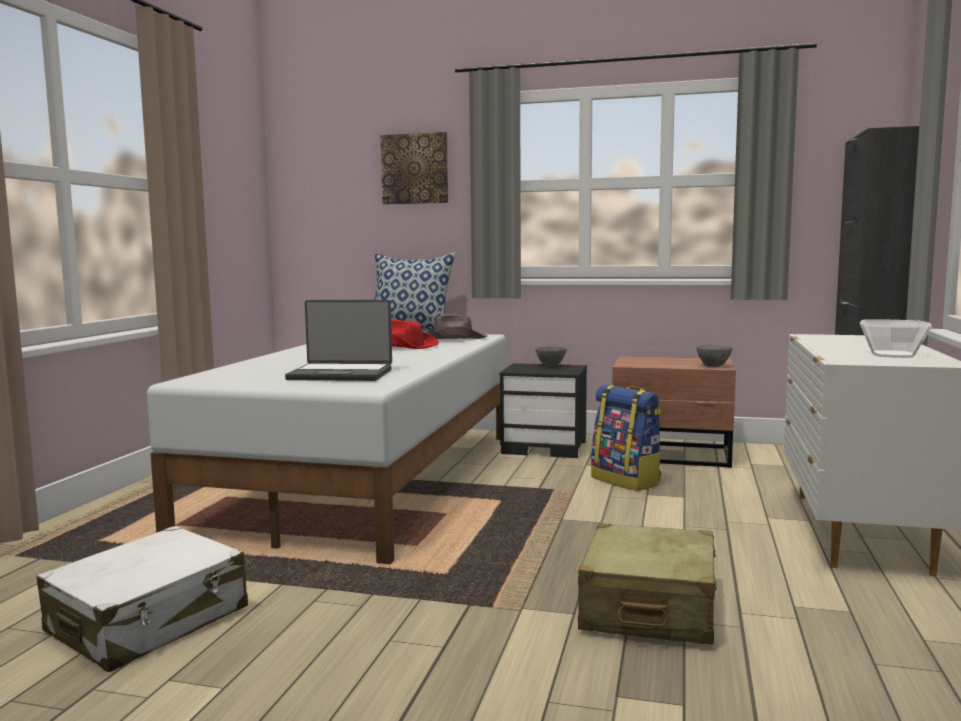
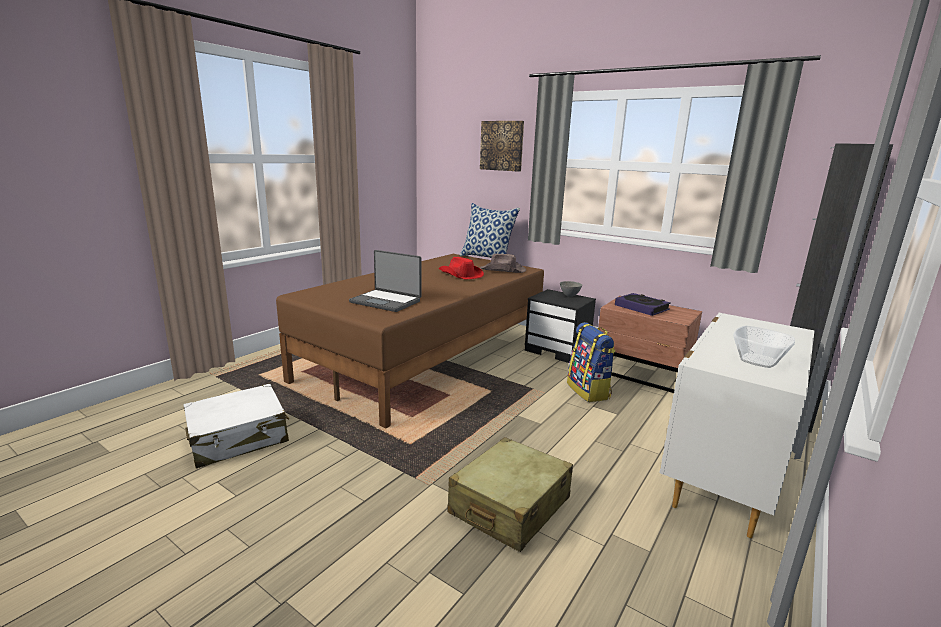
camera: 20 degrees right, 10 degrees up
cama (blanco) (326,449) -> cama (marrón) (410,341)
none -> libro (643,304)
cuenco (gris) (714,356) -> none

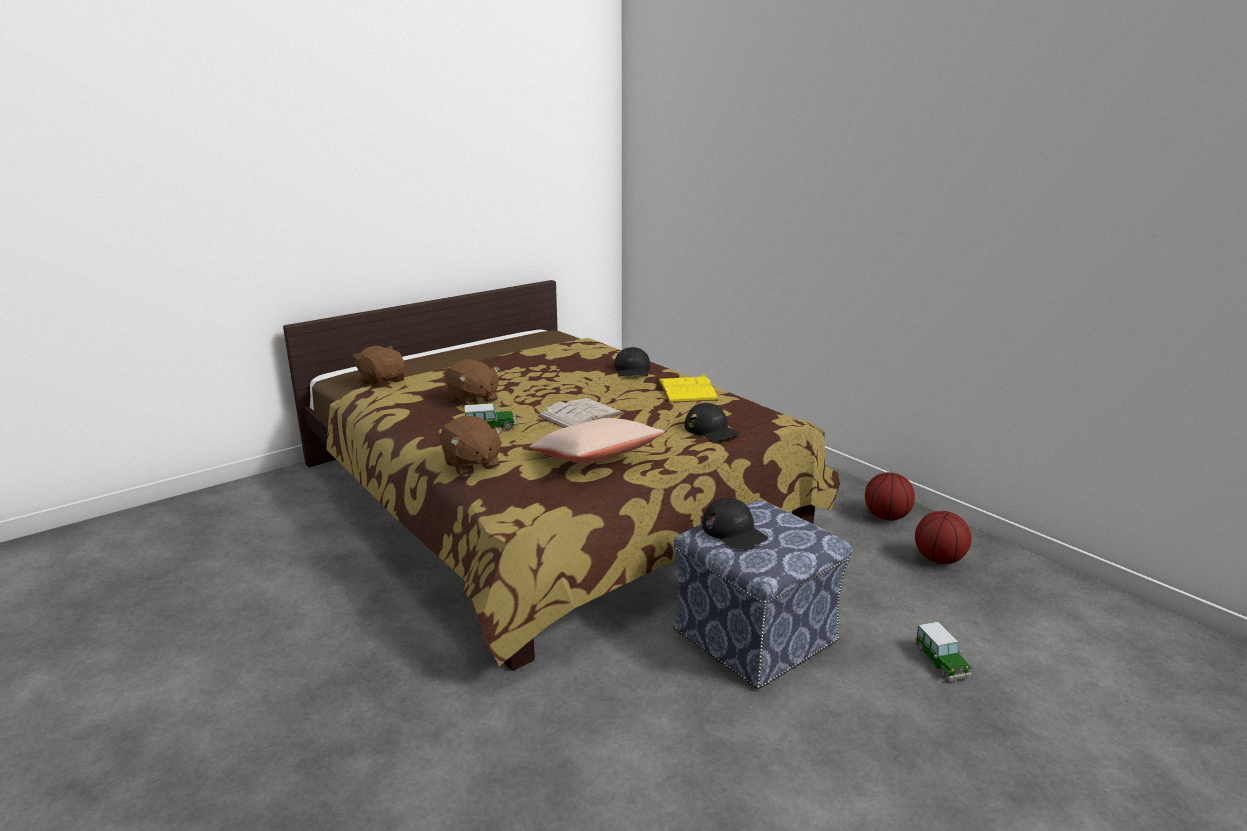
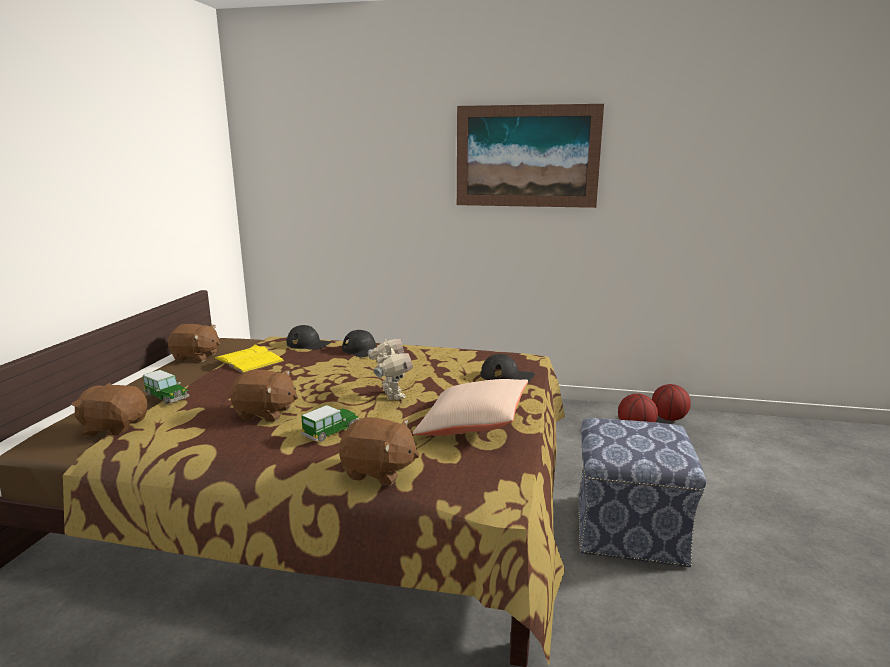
camera: 40 degrees left, 5 degrees down
coche de juguete (943,651) -> coche de juguete (166,387), move
none -> peluche (marrón) (194,343)
libro (amarillo) (688,388) -> libro (amarillo) (249,358), move
gorra (negro) (735,523) -> gorra (negro) (309,337), move
libro (blanco) (580,413) -> robot de juguete (390,369)
none -> cuadro (530,156)
balón de baloncesto (890,496) -> balón de baloncesto (671,402), move

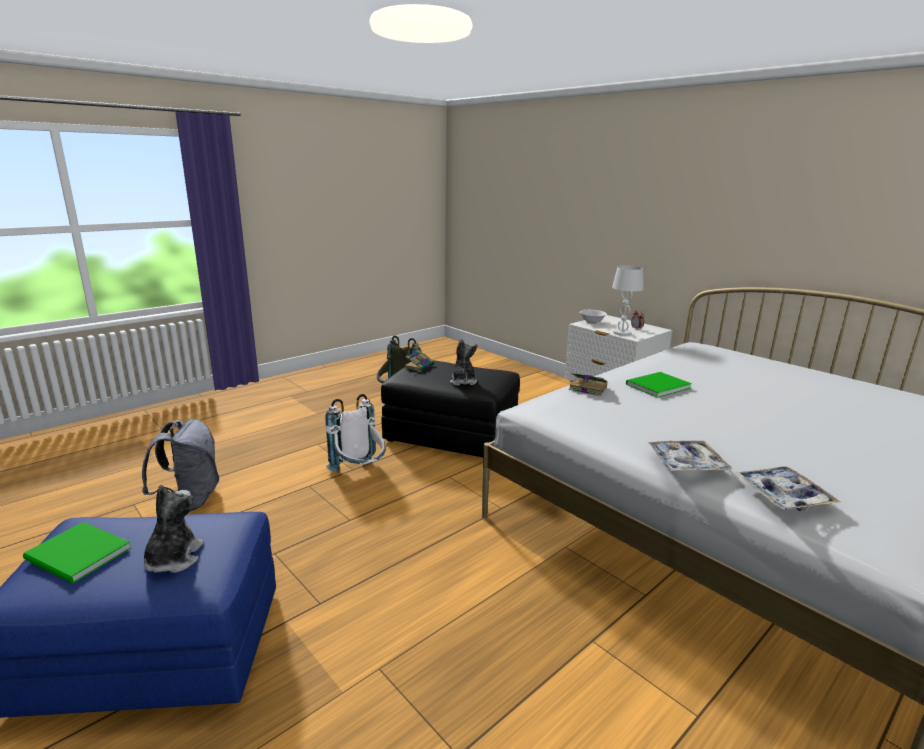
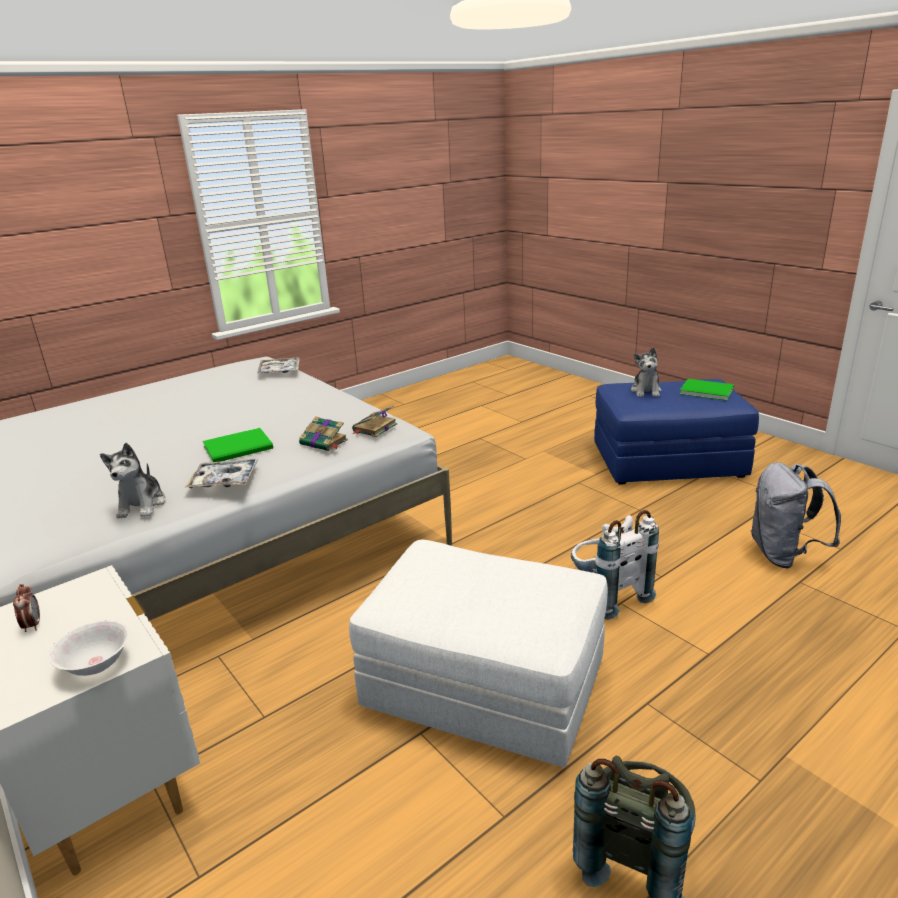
camera: 175 degrees left, 5 degrees up
peluche (464,362) -> peluche (132,480), move
bandeja (690,456) -> bandeja (221,473), move
puf (negro) (450,408) -> puf (blanco) (478,654)
libro (419,361) -> libro (374,421), move
lámpara de mesa (blanco) (627,301) -> none

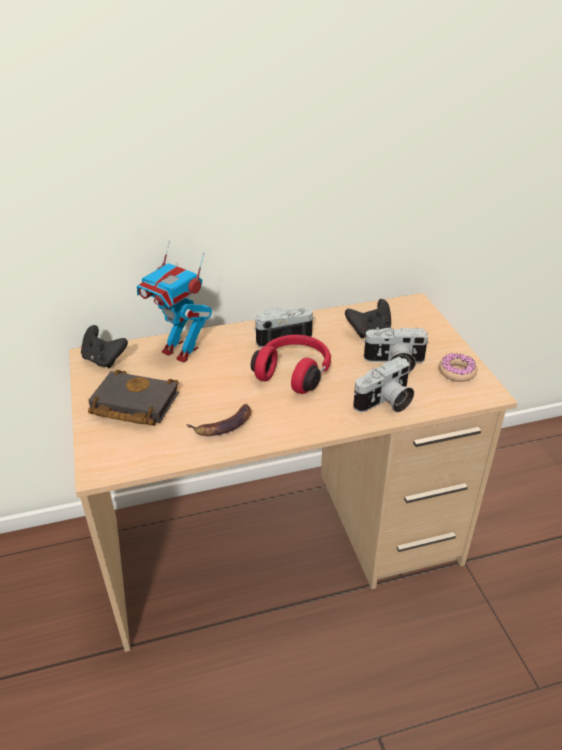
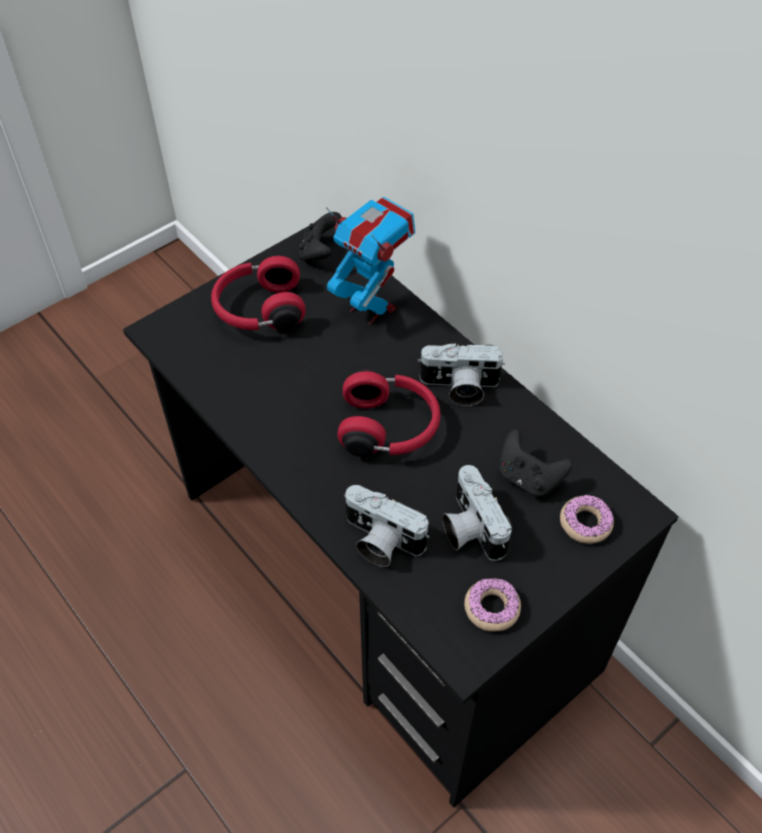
camera: 65 degrees right, 15 degrees up
escritorio (beis) (293,472) -> escritorio (negro) (401,515)
libro (negro) (133,398) -> auriculares (rojo) (258,293)
robot de juguete (174,302) -> robot de juguete (370,261), 120 degrees clockwise
cámara (284,327) -> cámara (461,374), 135 degrees clockwise
none -> rosquilla (587,519)
plátano (219,420) -> none

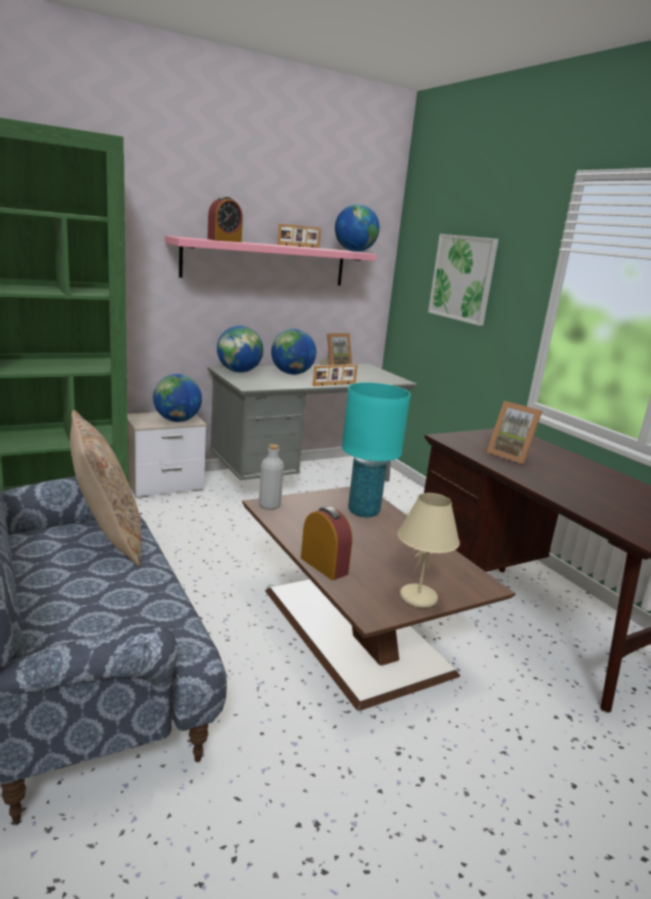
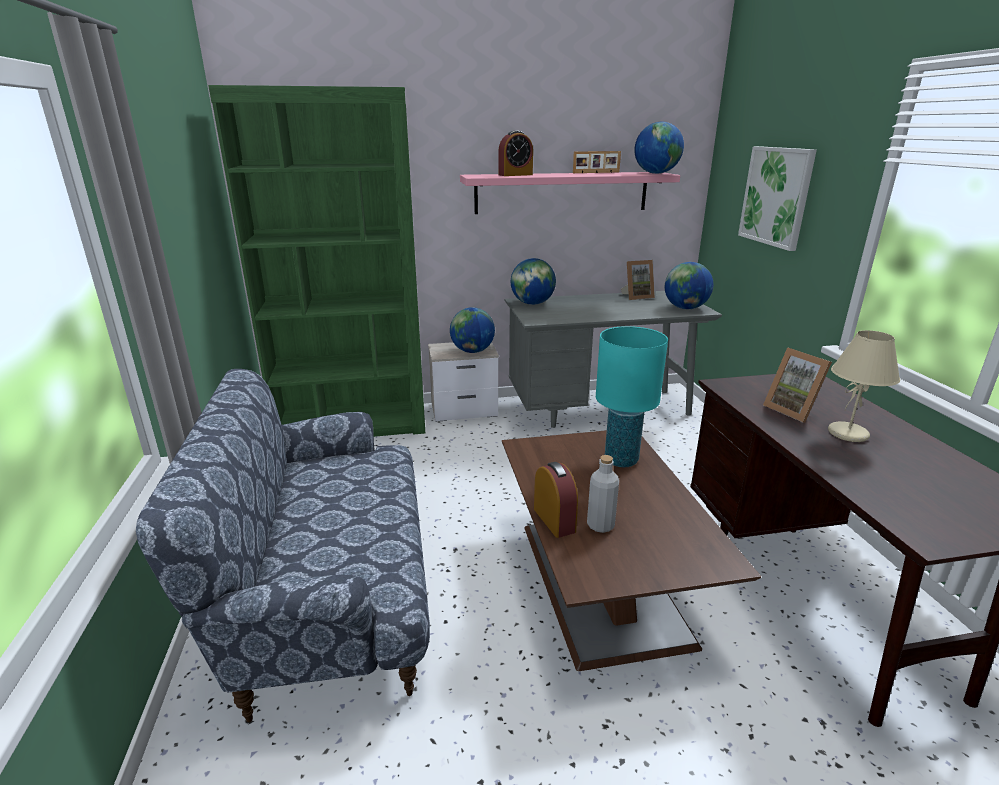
camera: 20 degrees right, 5 degrees up
botella (gris) (271,477) -> botella (gris) (603,494), move
globo terráqueo (293,352) -> globo terráqueo (689,285), move
lámpara de mesa (beis) (428,550) -> lámpara de mesa (beis) (864,386), move
cojín (beis) (105,488) -> none
portarretratos (335,375) -> none

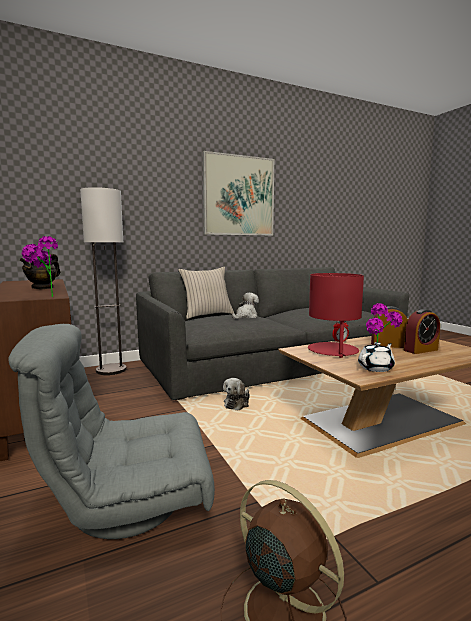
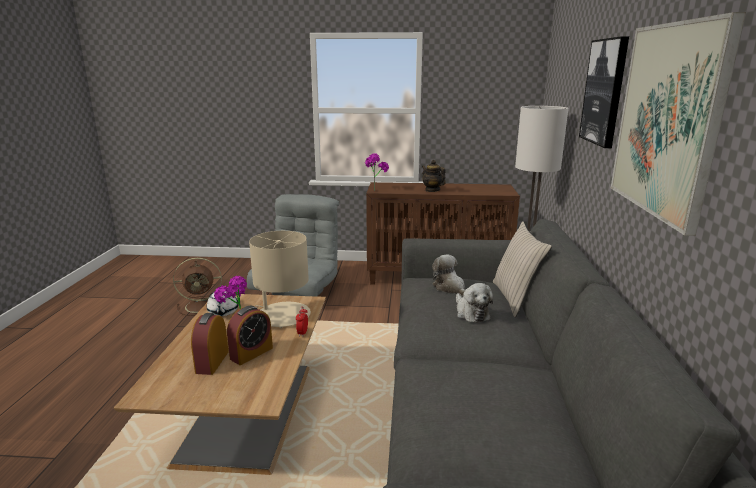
camera: 120 degrees right, 10 degrees up
lámpara de mesa (rojo) (336,315) -> lámpara de mesa (beis) (280,280)
peluche (236,394) -> peluche (448,275), move
none -> cuadro (604,92)

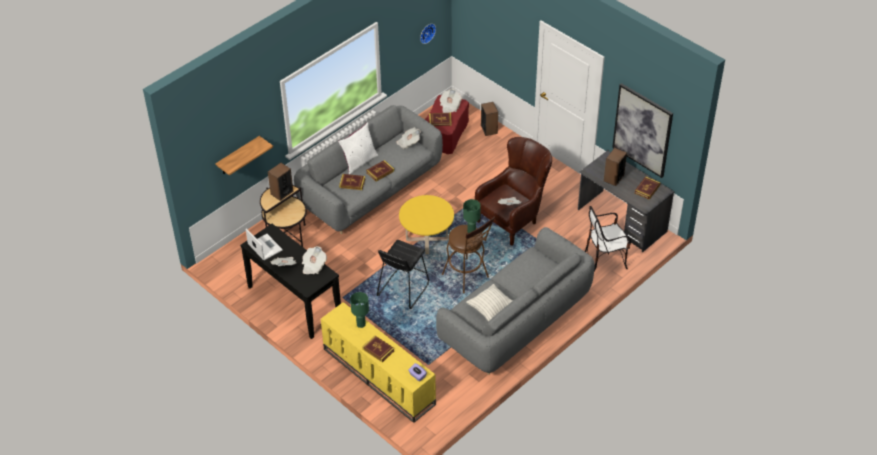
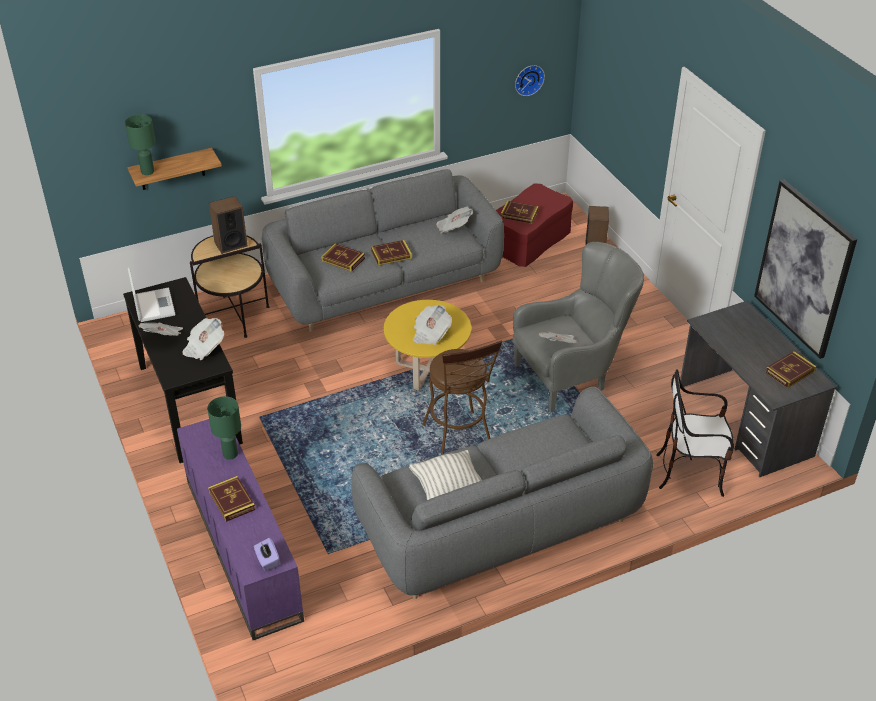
camera: 20 degrees right, 5 degrees down
lámpara de mesa (verde) (472,216) -> lámpara de mesa (verde) (140,144), move
mueble de televisión (amarillo) (378,362) -> mueble de televisión (morado) (240,529)
periódico (451,101) -> periódico (432,325), move
sillón (marrón) (513,191) -> sillón (gris) (578,327)
cojín (blanco) (358,148) -> none
taburete (negro) (403,274) -> none
altavoz (615,167) -> none

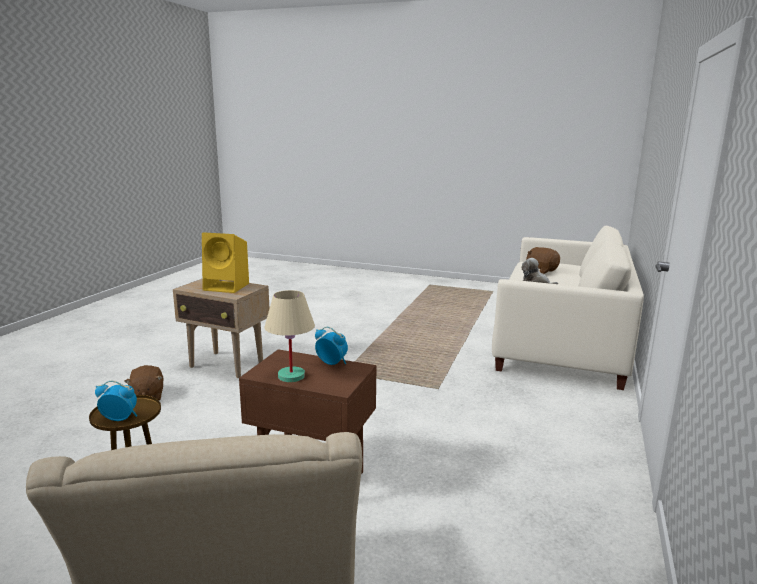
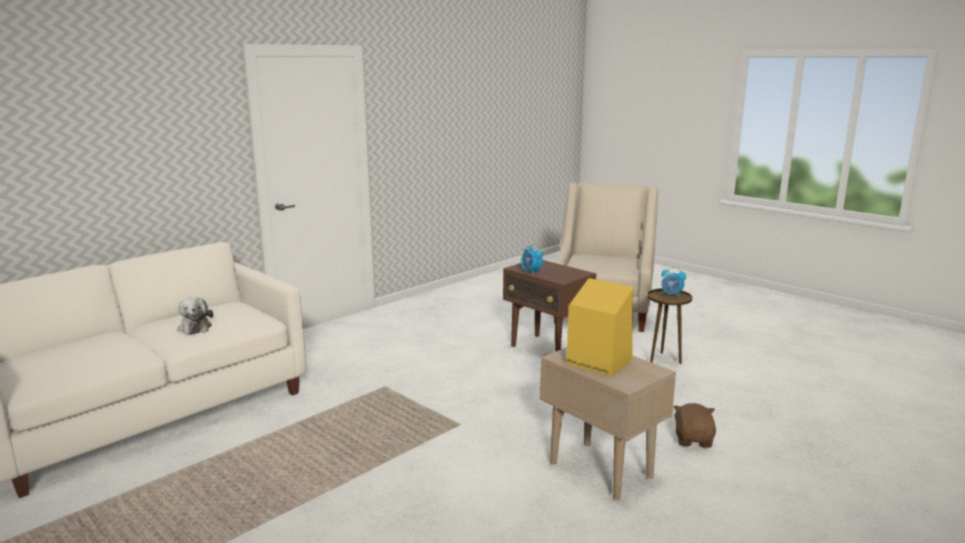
camera: 155 degrees left, 0 degrees up
lámpara de mesa (beis) (289,336) -> none
peluche (marrón) (543,260) -> none

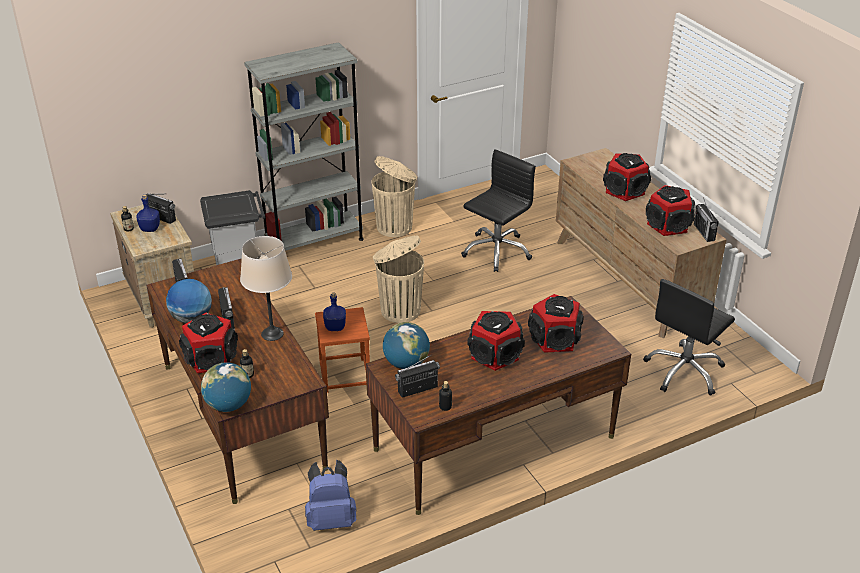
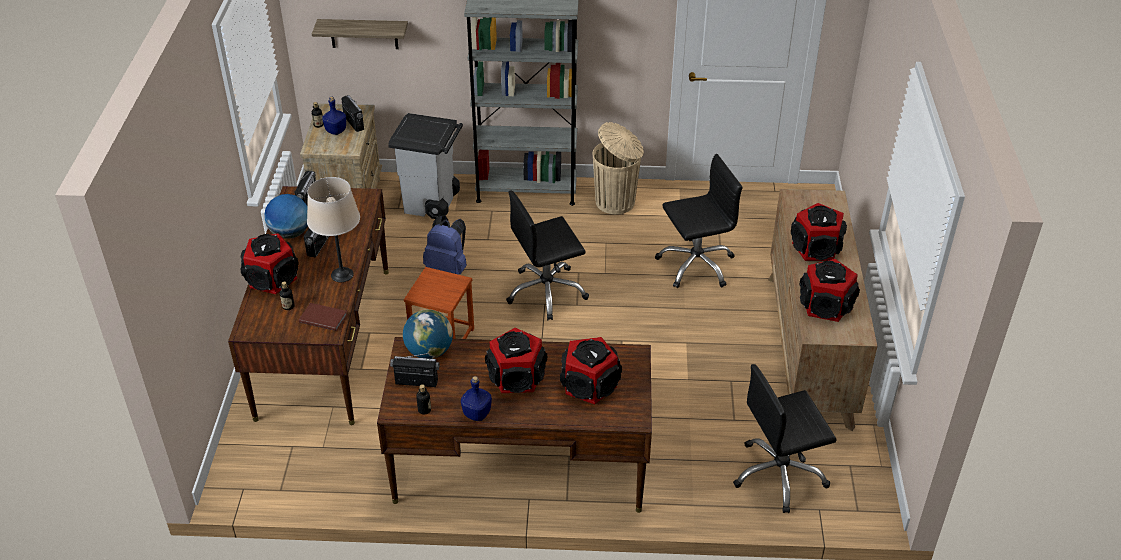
camera: 30 degrees right, 5 degrees up
none -> libro (marrón) (323,317)
none -> estante (360,34)
mochila (azul) (331,495) -> mochila (azul) (445,245), move
botella (azul) (334,311) -> botella (azul) (476,398), move
papelera (beis) (398,279) -> silla de oficina (negro) (547,255)
globo terráqueo (226,387) -> none
radio (706,220) -> none

